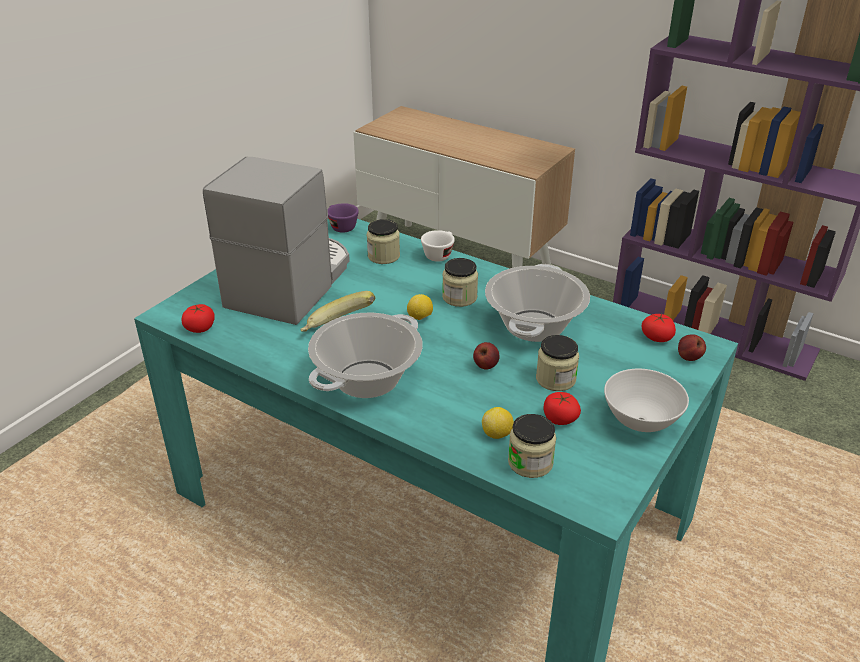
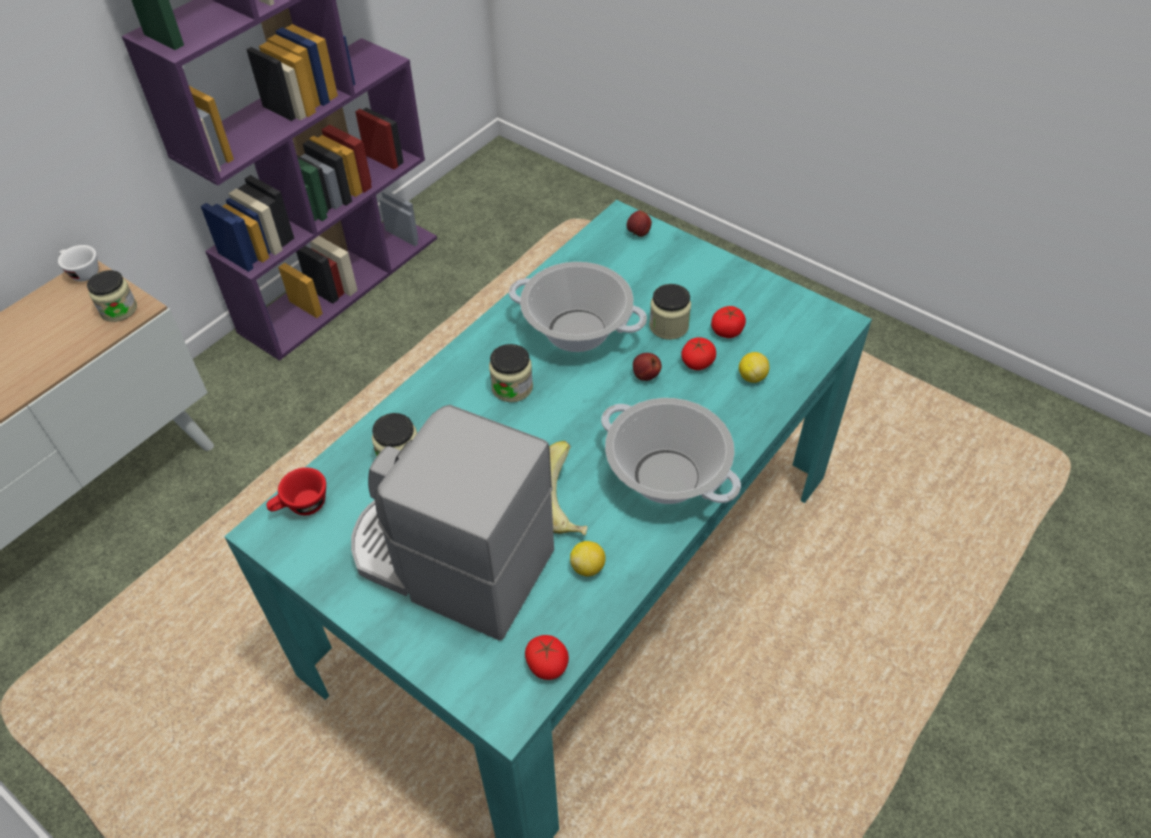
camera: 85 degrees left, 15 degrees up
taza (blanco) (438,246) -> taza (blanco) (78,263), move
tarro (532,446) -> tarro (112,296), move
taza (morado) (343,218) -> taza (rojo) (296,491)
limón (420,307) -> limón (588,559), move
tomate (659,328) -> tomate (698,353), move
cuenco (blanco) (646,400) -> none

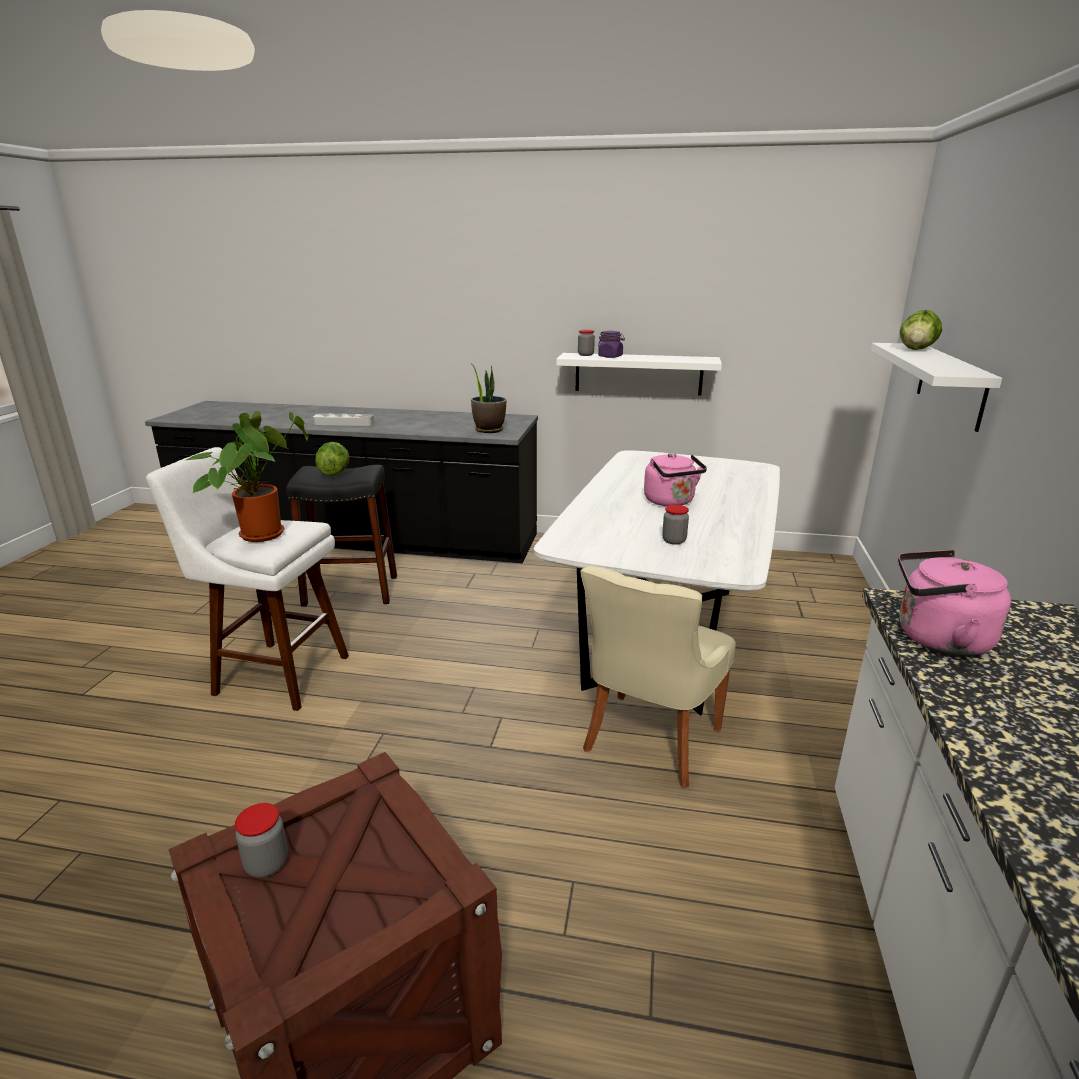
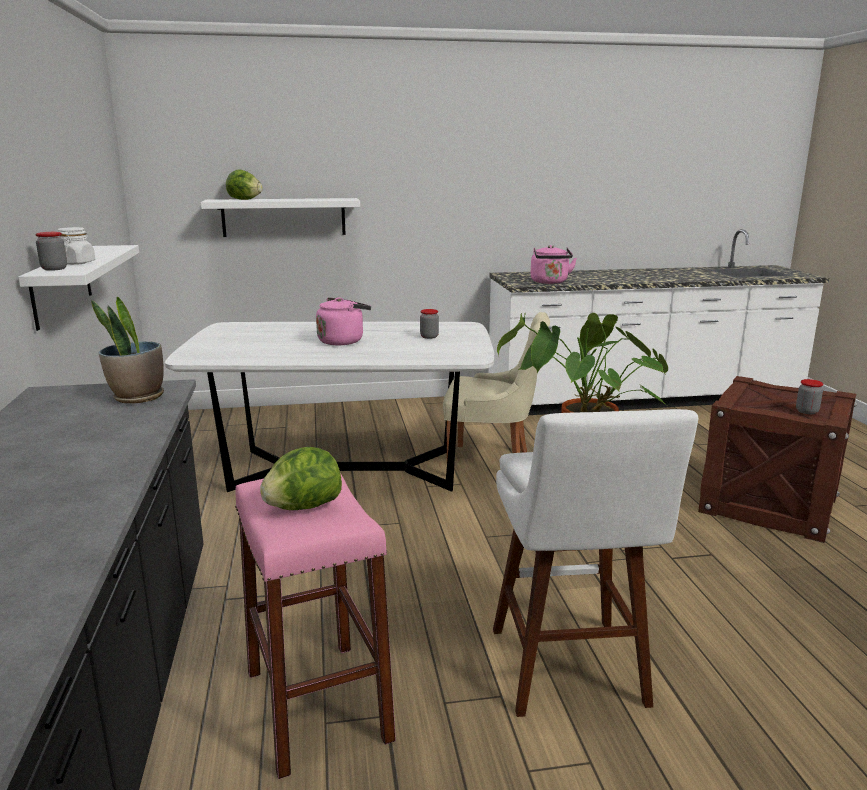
camera: 110 degrees left, 5 degrees down
tarro (morado) (611,344) -> tarro (blanco) (76,246)
taburete (negro) (341,536) -> taburete (rosa) (315,626)
bandeja (gris) (343,419) -> none

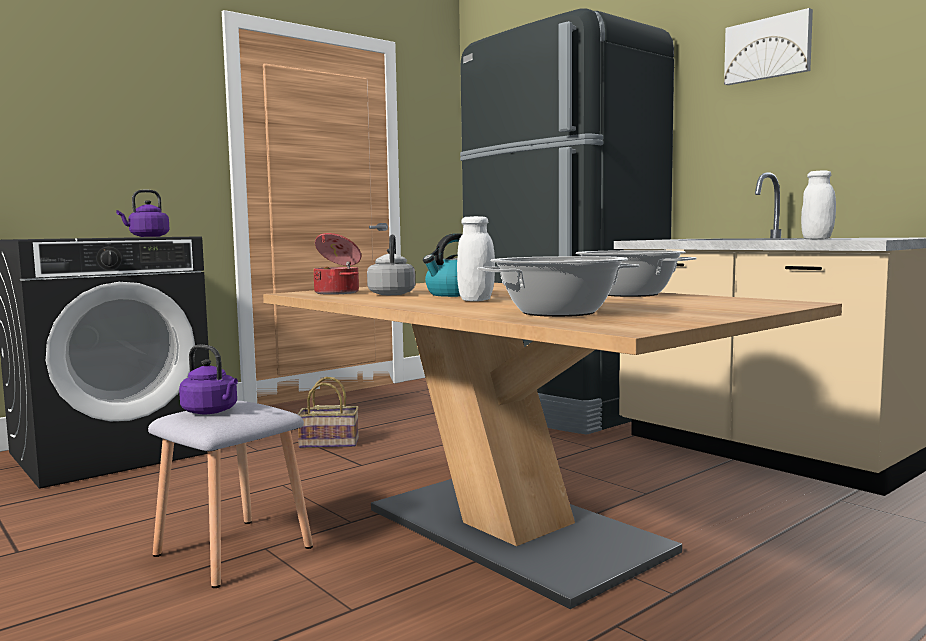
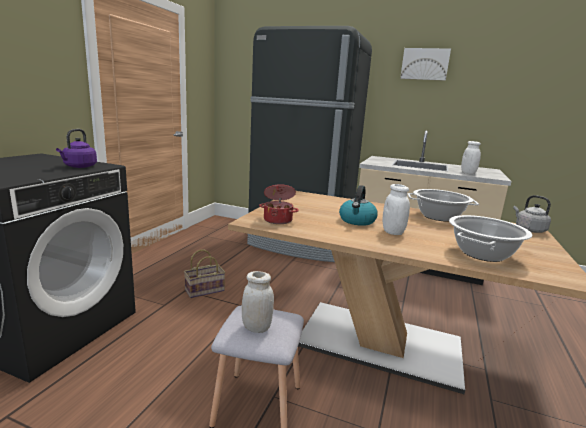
camera: 30 degrees left, 10 degrees up
hervidor (morado) (208,379) -> tarro (blanco) (258,302)
hervidor (gris) (391,265) -> hervidor (gris) (532,214), move

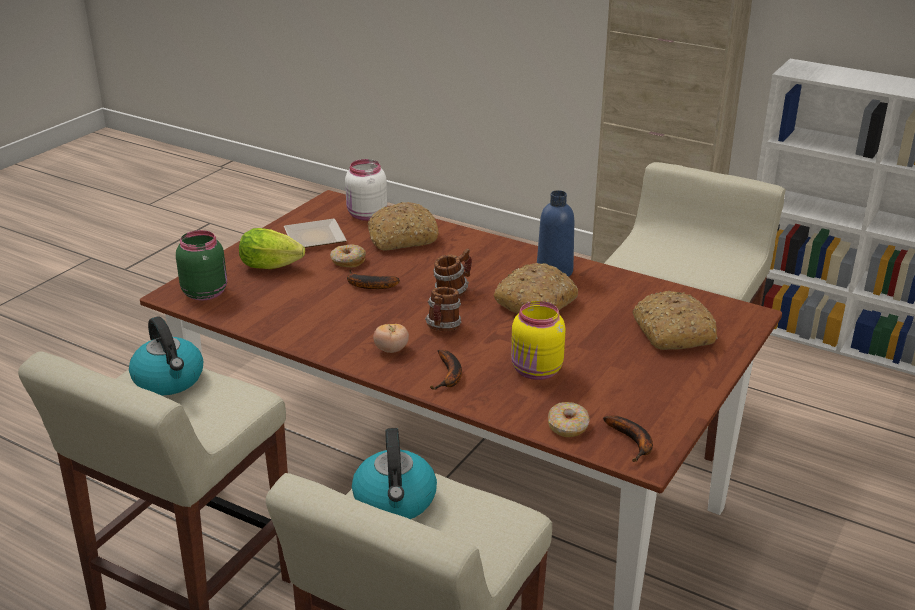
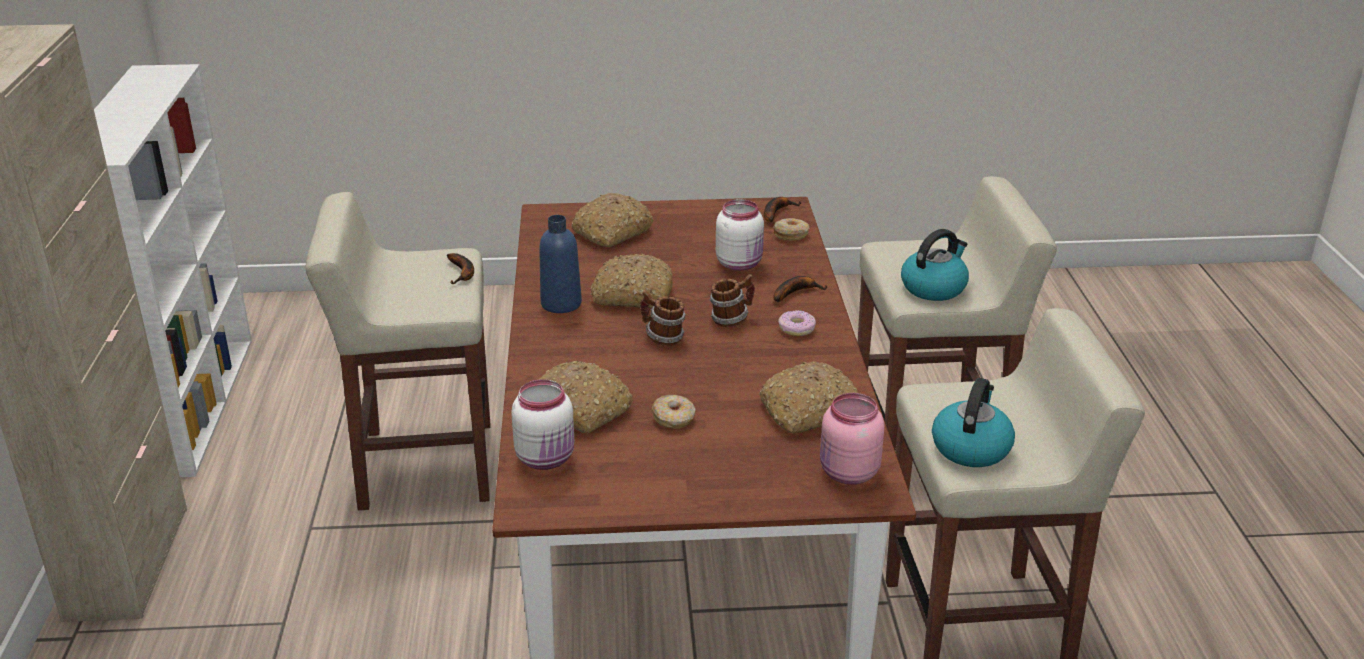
camera: 125 degrees left, 0 degrees up
plátano (373,279) -> plátano (460,268), move
tarro (amarillo) (538,340) -> tarro (blanco) (740,235)
none -> pan (808,397)
tomate (391,338) -> rosquilla (797,323)
tarro (verde) (201,265) -> tarro (rosa) (852,439)
lechuga (272,248) -> none
plato (315,233) -> none

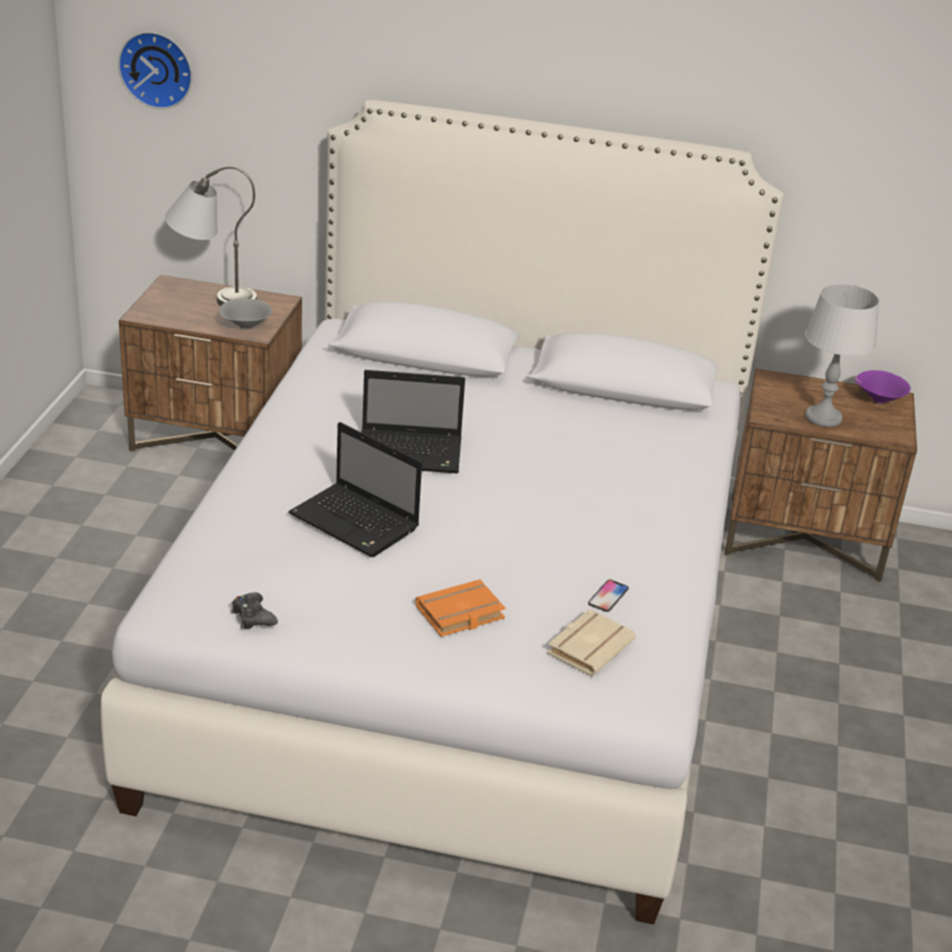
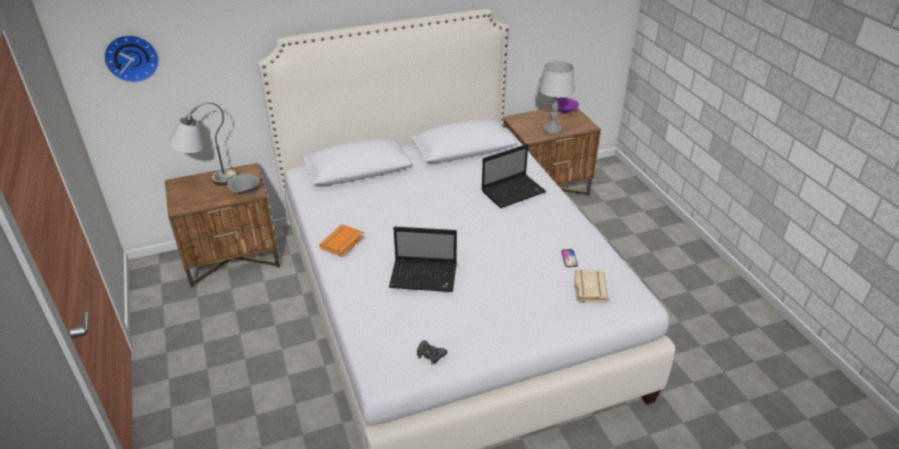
camera: 30 degrees left, 5 degrees up
libro (naranja) (460,608) -> libro (naranja) (341,240), move
portátil (413,421) -> portátil (513,176), move

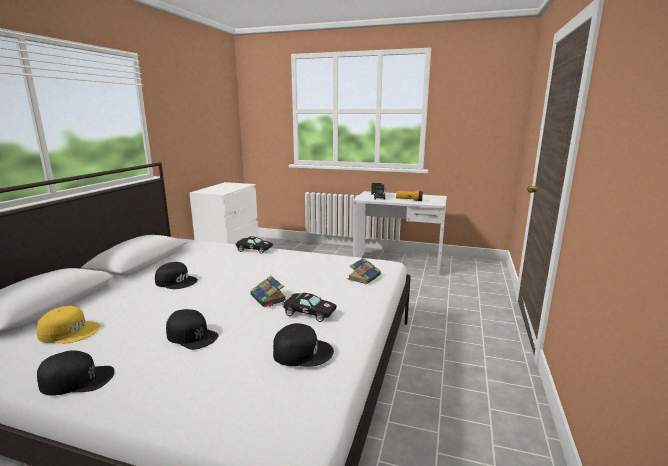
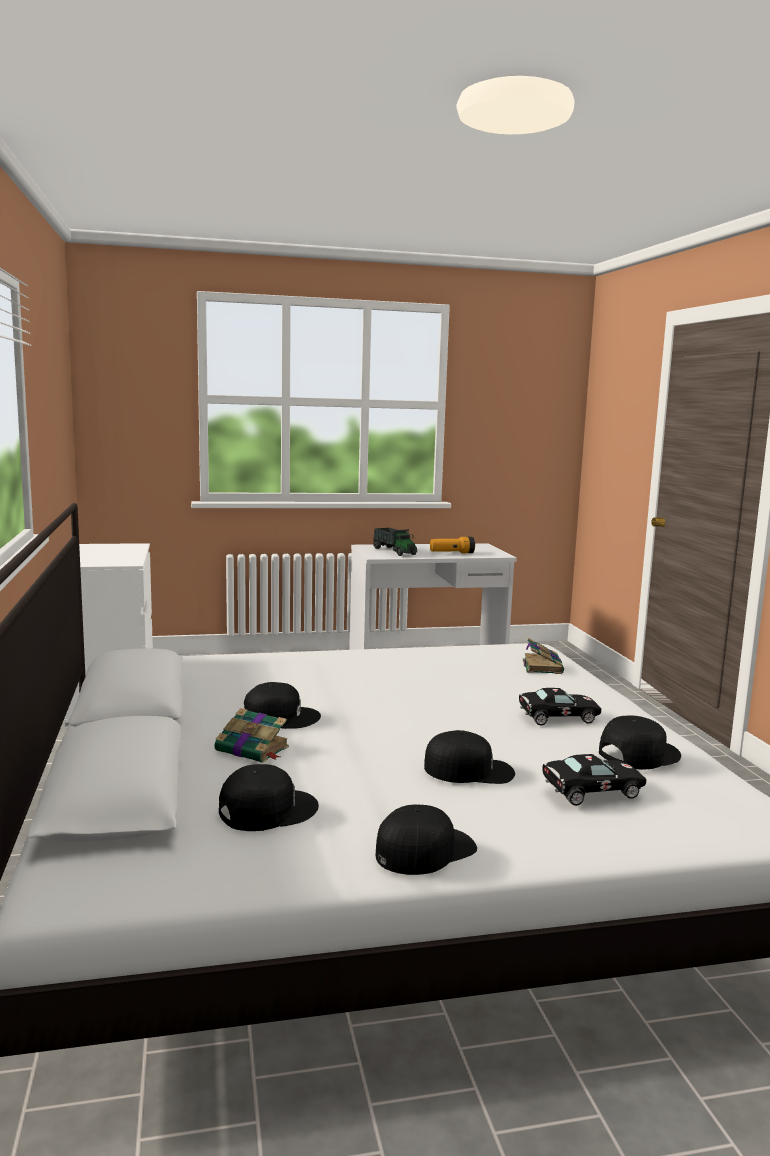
camera: 30 degrees left, 5 degrees down
libro (268,291) -> libro (251,735), move
gorra (amarillo) (68,324) -> gorra (negro) (269,797)
coche de juguete (negro) (254,245) -> coche de juguete (negro) (594,780), move

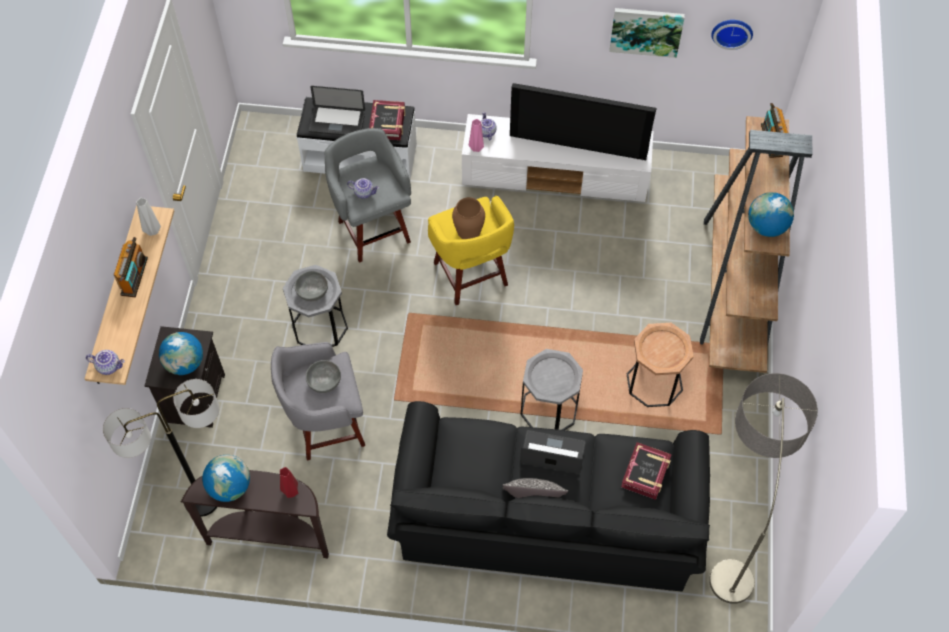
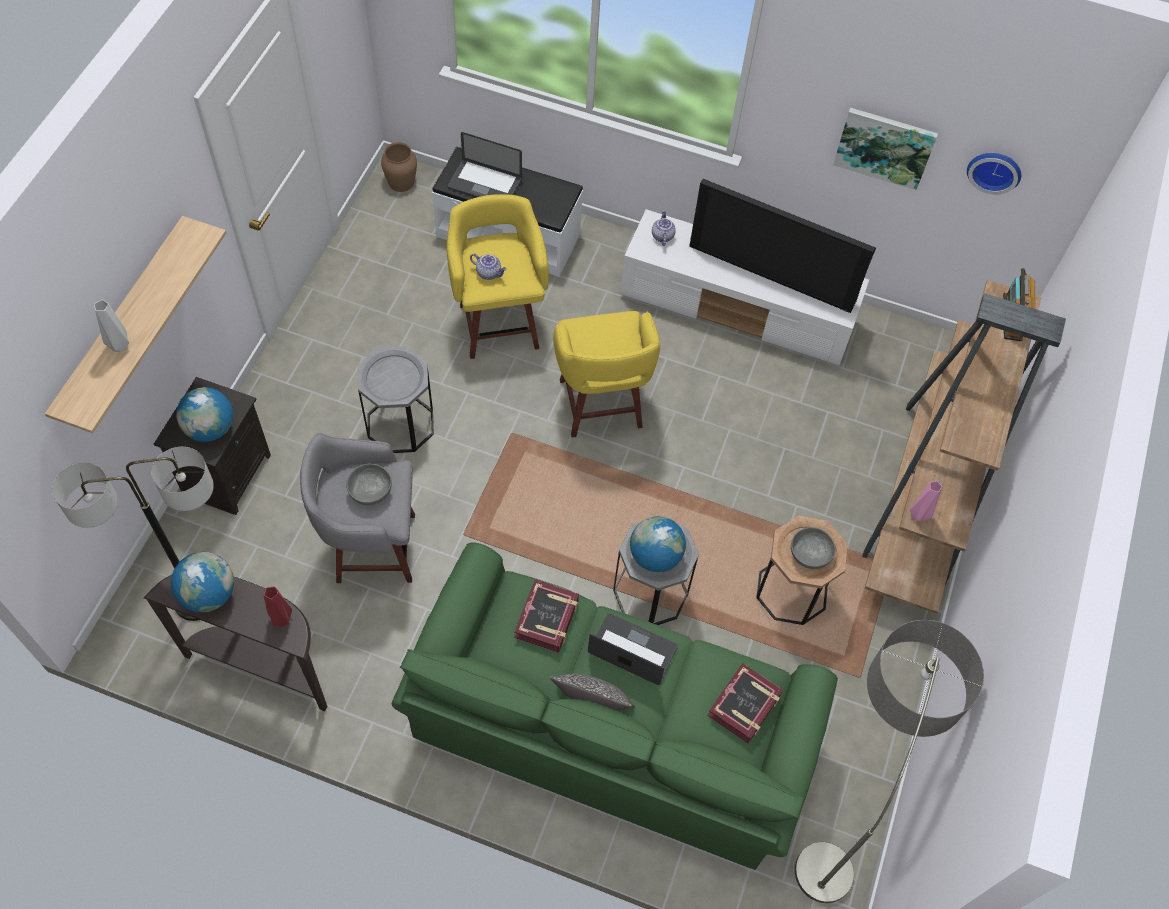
camera: 10 degrees right, 0 degrees up
florero (gris) (148,217) -> florero (gris) (111,326), move
florero (marrón) (468,218) -> florero (marrón) (399,167), move
sofá (negro) (548,496) -> sofá (verde) (615,706)
taburete (gris) (368,195) -> taburete (amarillo) (498,276)
libro (387,120) -> libro (546,616), move
globo terráqueo (771,214) -> globo terráqueo (658,544), move
cuenco (gris) (311,286) -> cuenco (gris) (813,548), move
florero (rosa) (476,135) -> florero (rosa) (926,501), move
tetera (105,362) -> none
radio (130,267) -> none

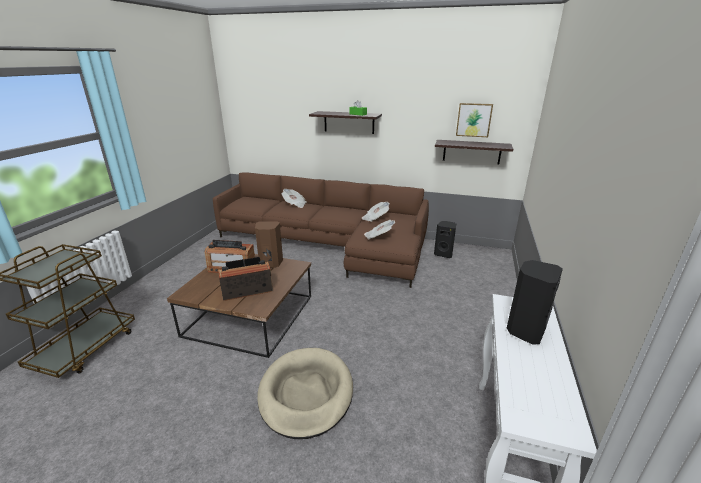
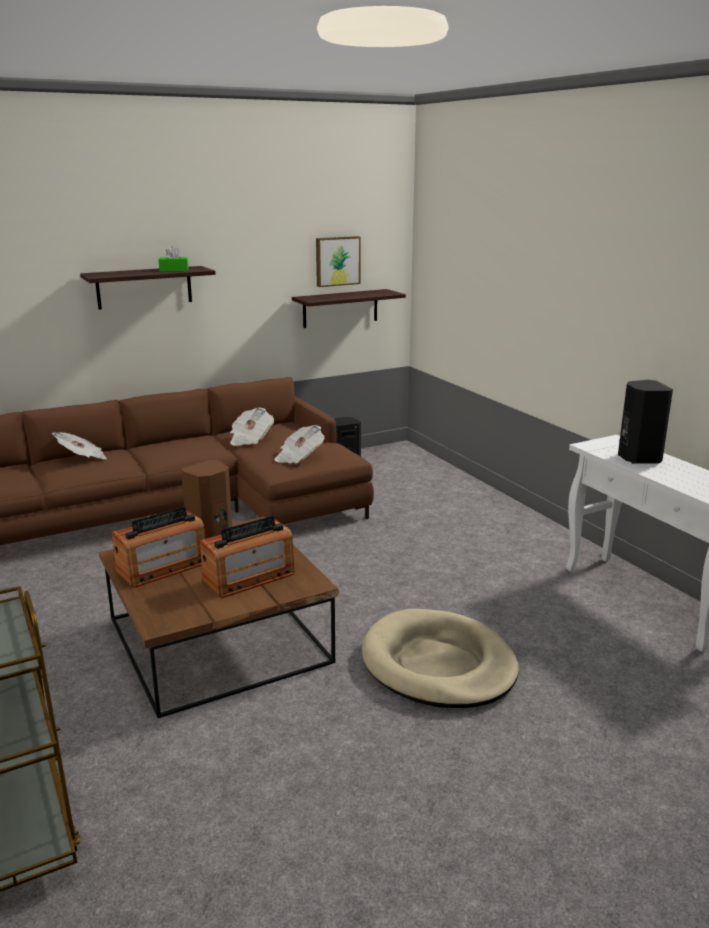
camera: 45 degrees left, 5 degrees down
radio (245,279) -> radio (247,557), 150 degrees counterclockwise

